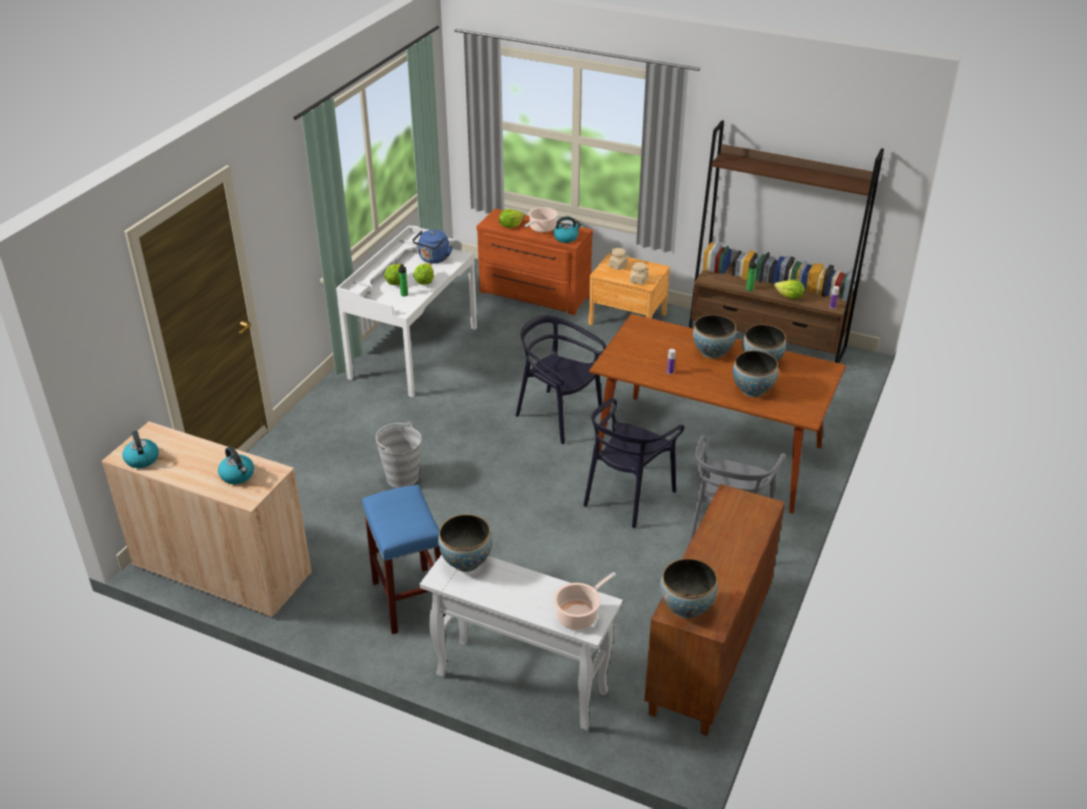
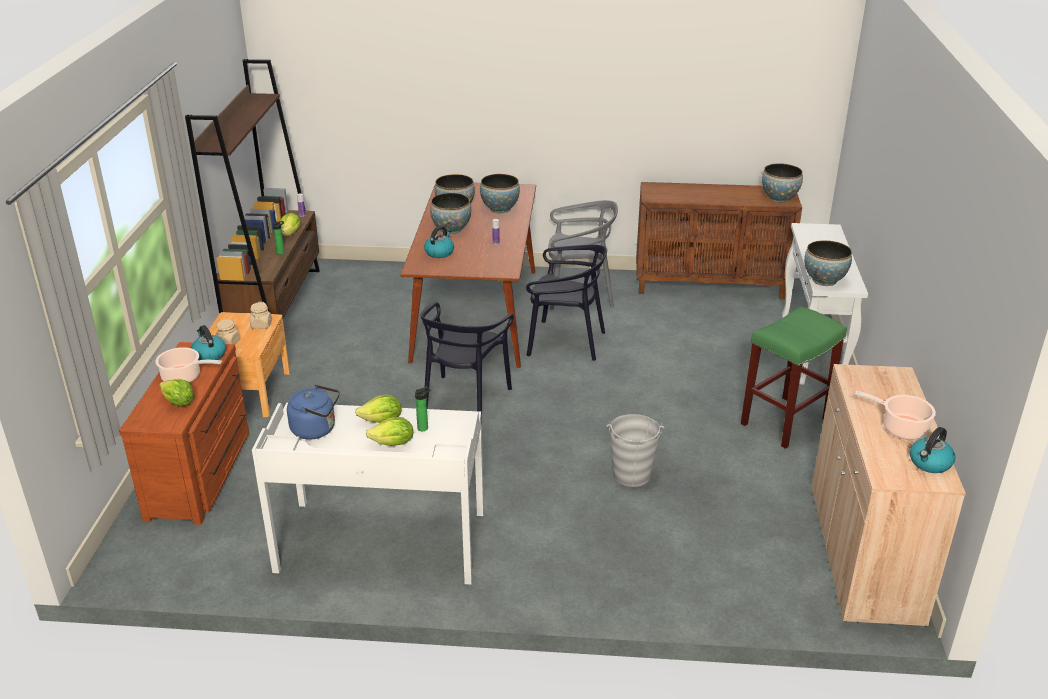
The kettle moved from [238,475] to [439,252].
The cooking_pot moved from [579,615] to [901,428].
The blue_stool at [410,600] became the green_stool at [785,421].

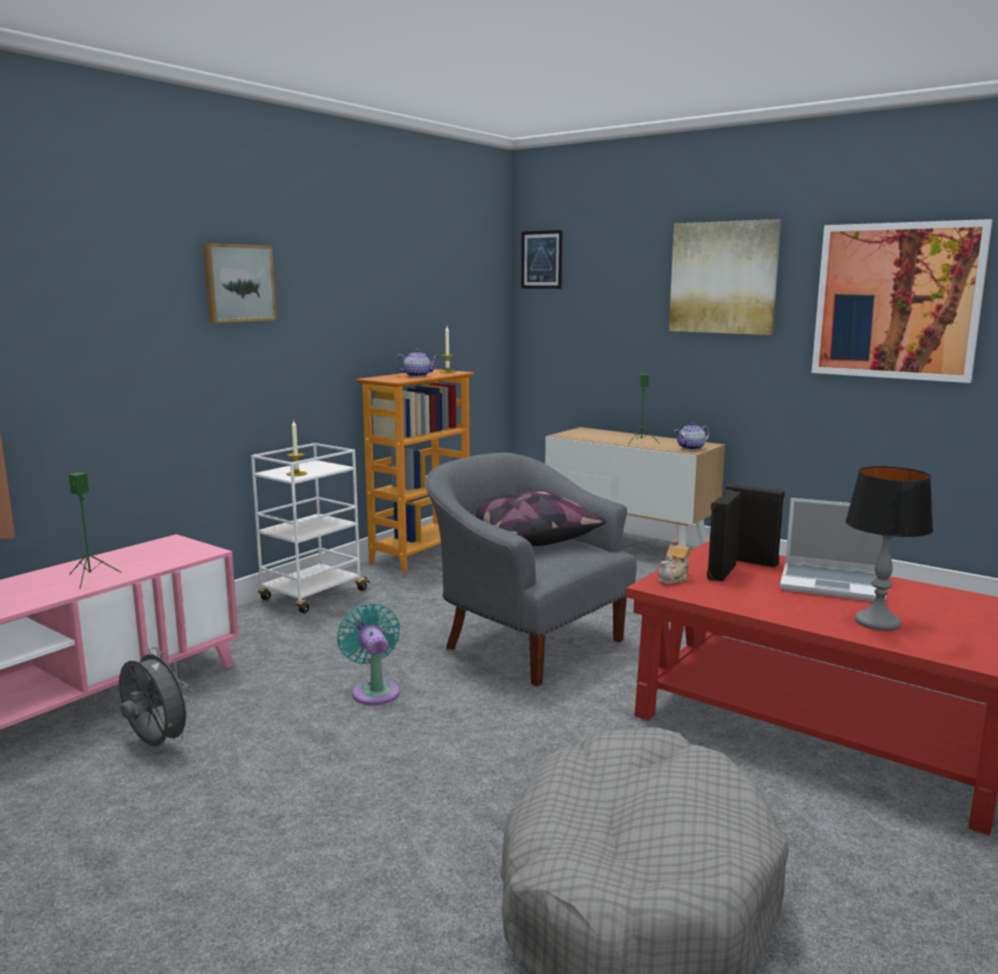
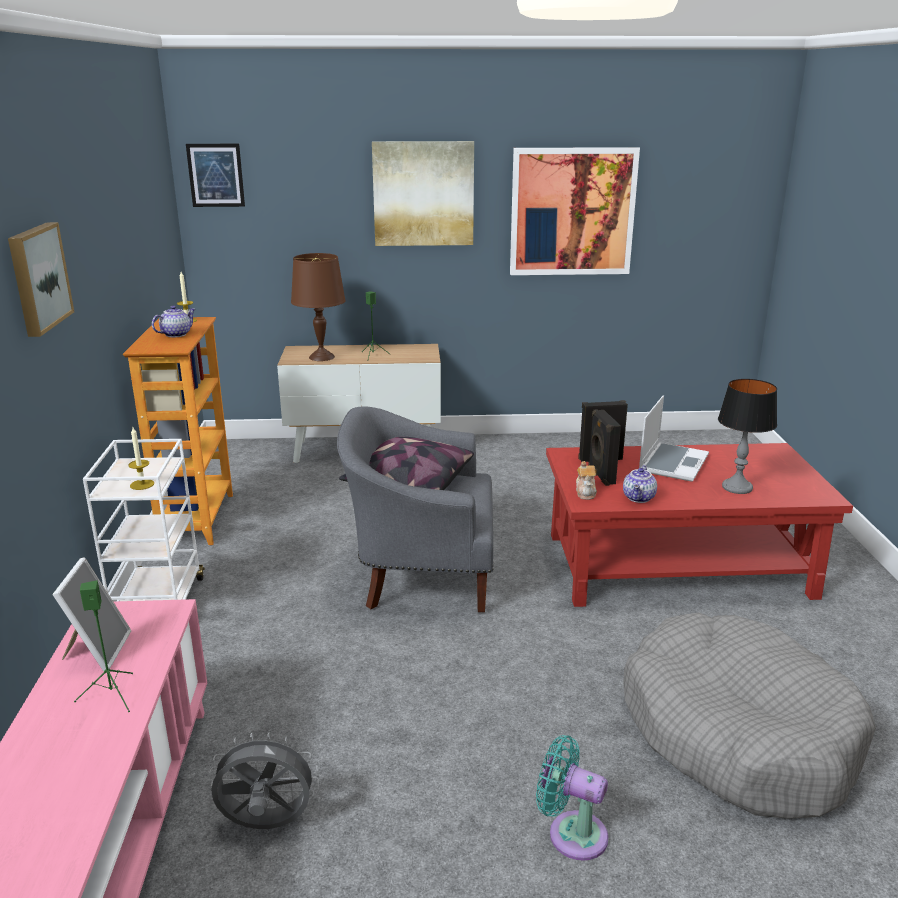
The picture_frame at [97,651] appeared.
The brown_table_lamp at [321,357] appeared.
The turquoise_fan moved from [374,691] to [572,833].
The teapot moved from [691,448] to [639,498].
The laptop at [833,584] turned 45 degrees counterclockwise.

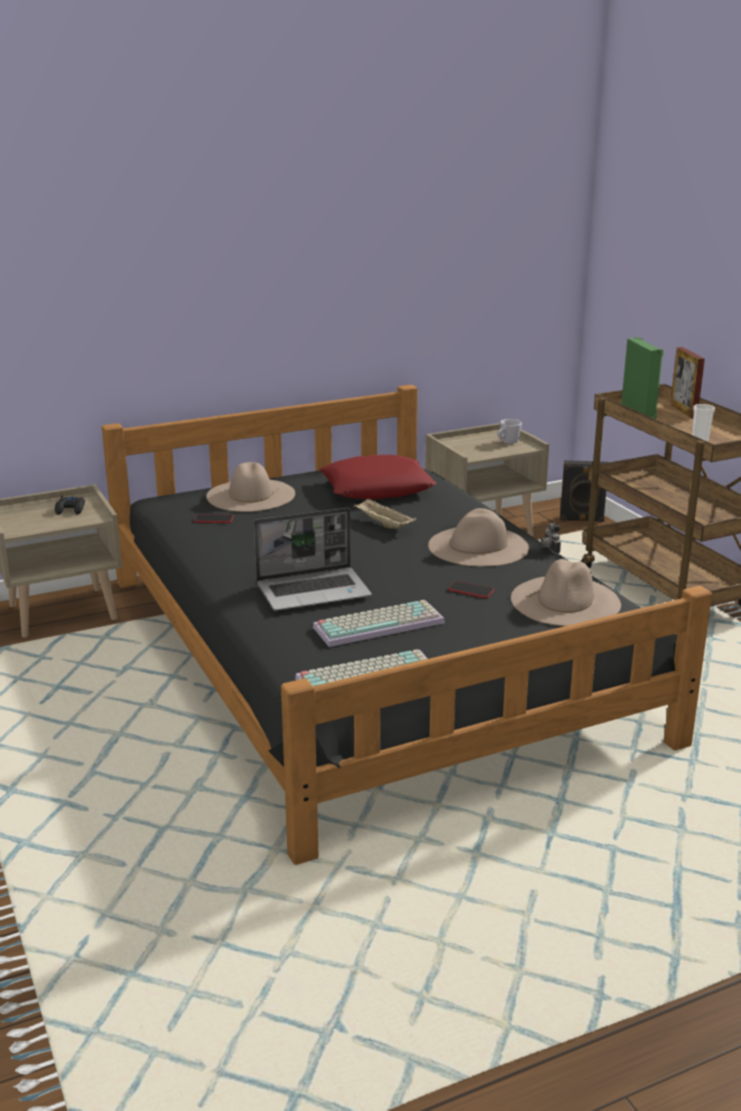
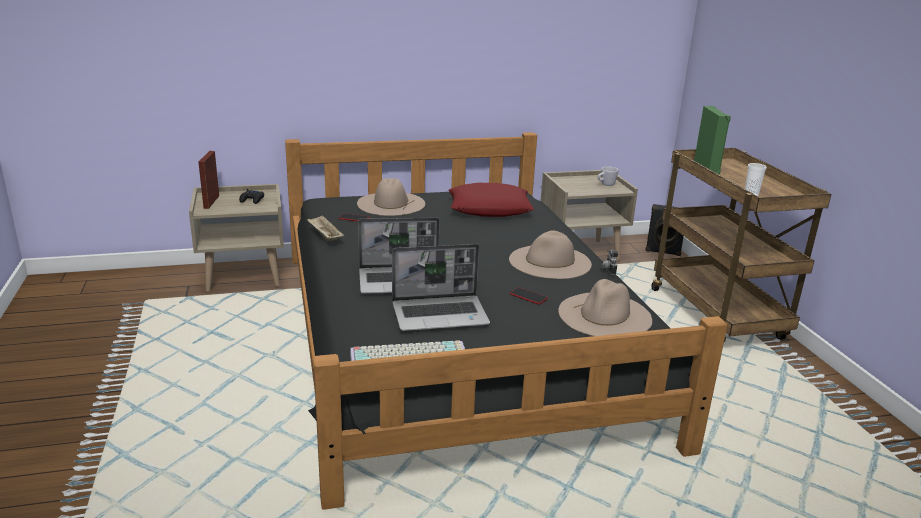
The beige_tray moved from [383,524] to [325,236].
The picture_frame moved from [683,411] to [211,202].
The keyboard at [379,623] was replaced by the laptop at [441,314].

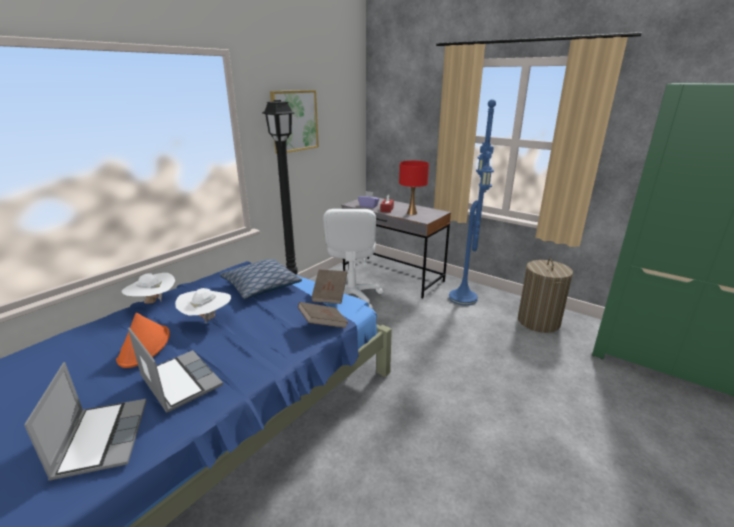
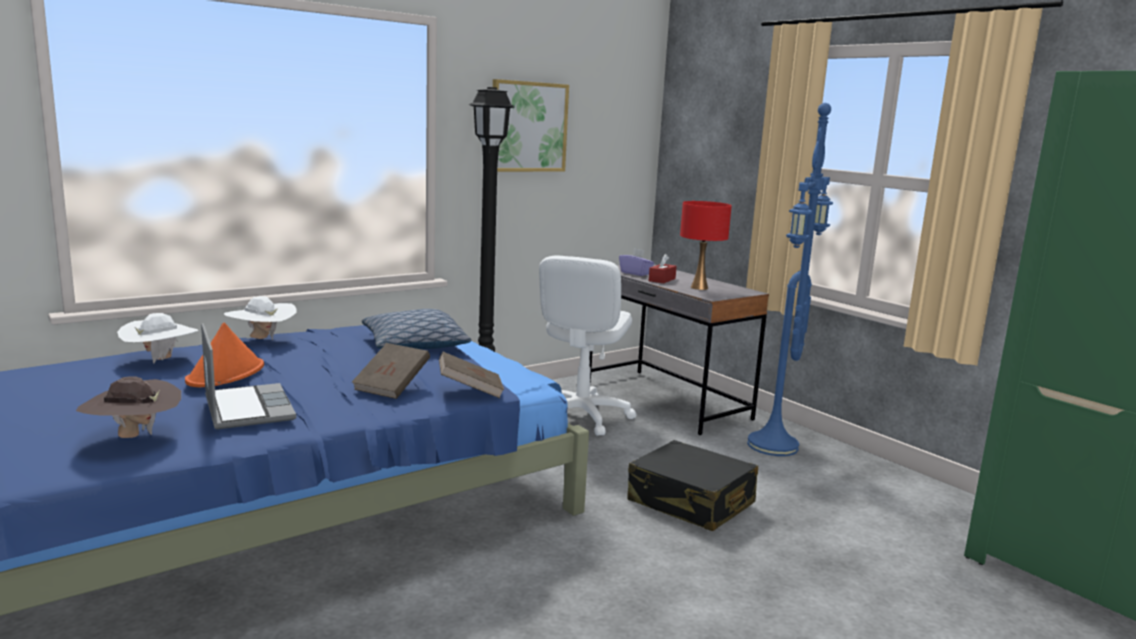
The laundry_basket at [538,321] disappeared.
The black_suitcase at [691,502] appeared.
The white_hat moved from [207,319] to [160,360].
The brown_book moved from [330,295] to [392,386].
The laptop at [101,438] was replaced by the brown_hat at [133,437].

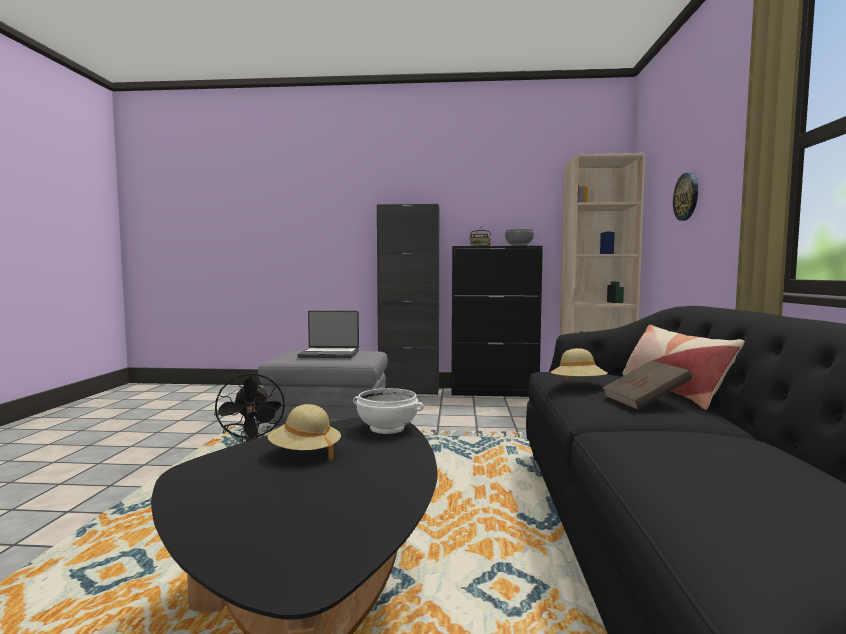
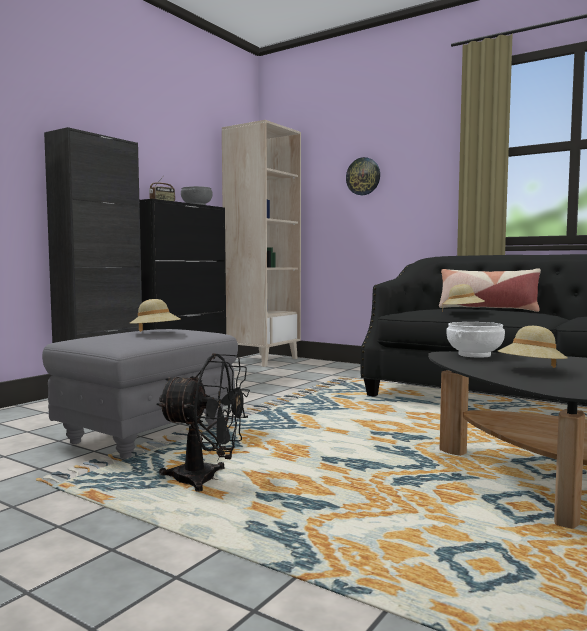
The brown_book at [645,401] disappeared.
The laptop at [329,354] was replaced by the beige_hat at [156,333].

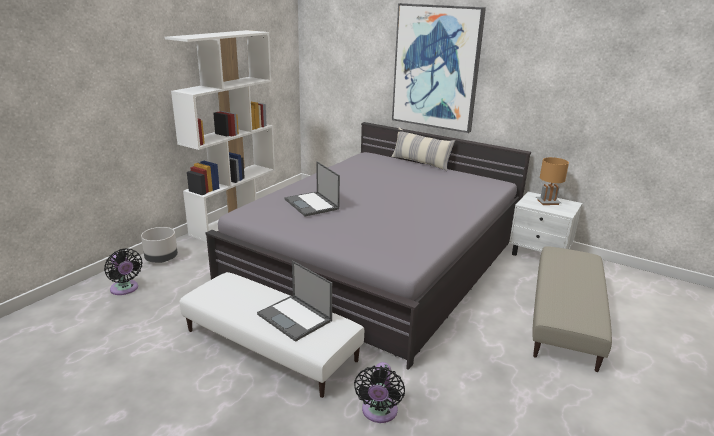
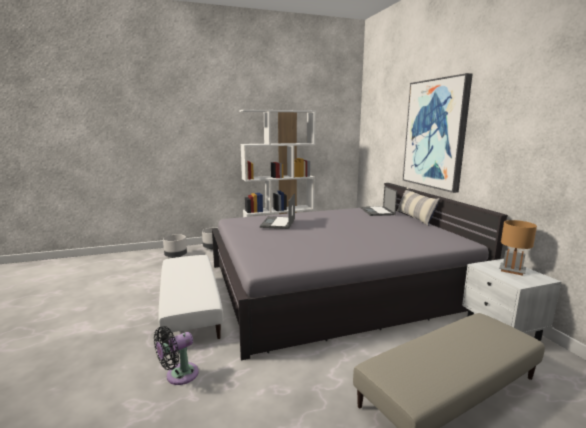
The laptop moved from [295,318] to [377,211].
The black_fan at [125,289] was replaced by the grey_planter at [176,256].

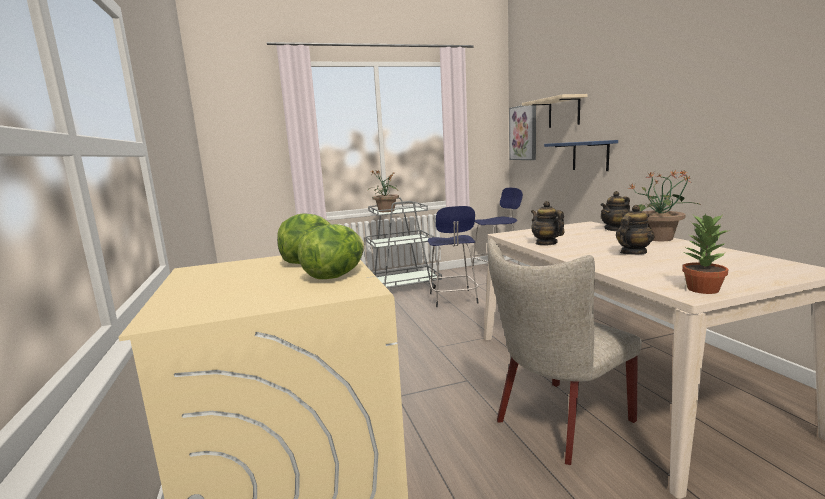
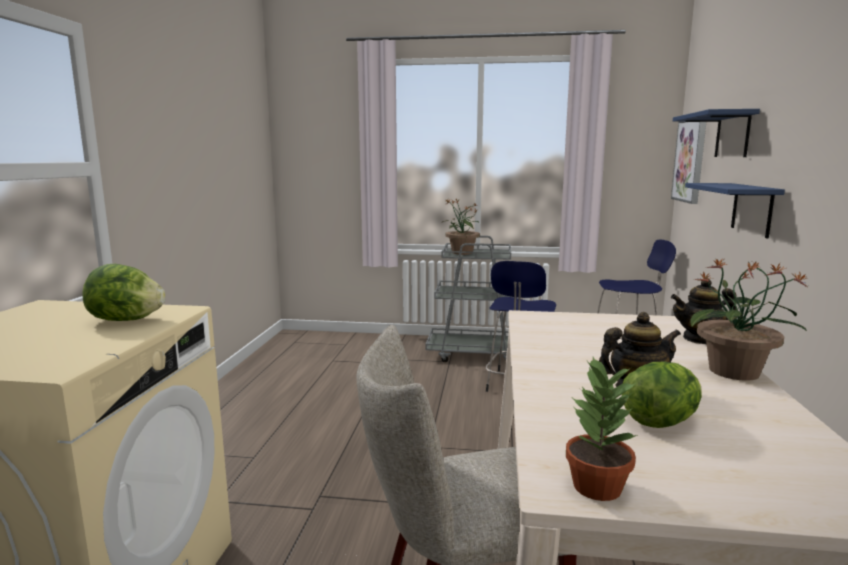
The teapot at [546,243] disappeared.
The lettuce moved from [335,276] to [660,421].
The beige_shelf at [564,112] became the blue_shelf at [732,135].

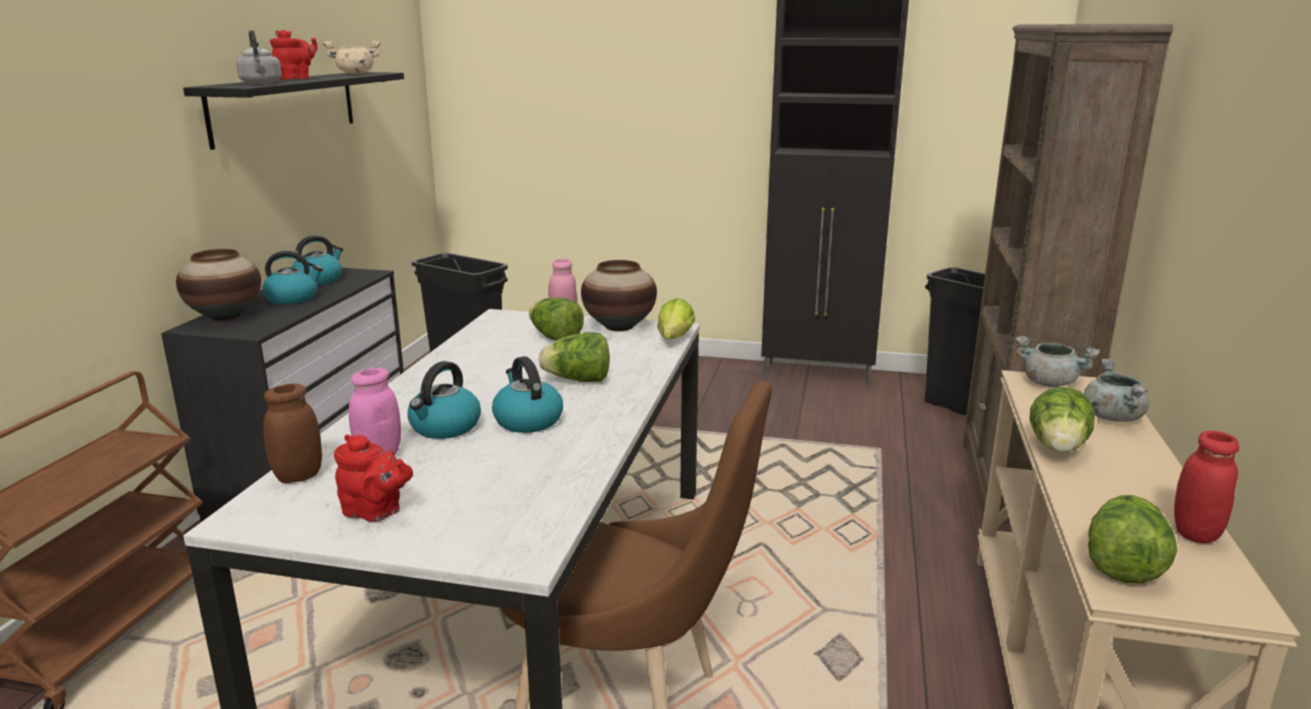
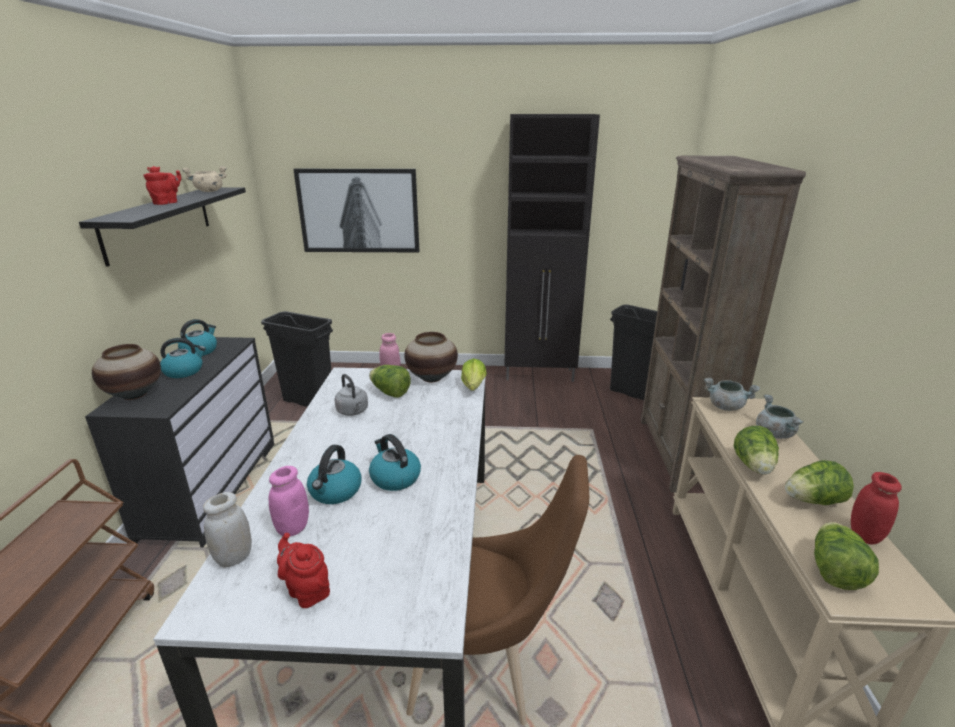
The picture at [359,211] appeared.
The grey_kettle moved from [261,83] to [353,411].
The lettuce moved from [578,380] to [812,501].
The brown_jar at [298,476] became the white_jar at [234,558].
The red_teapot at [376,512] turned 150 degrees counterclockwise.

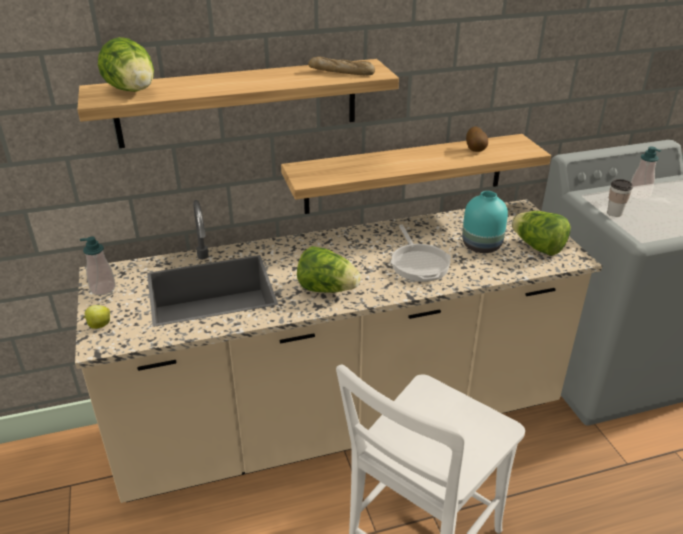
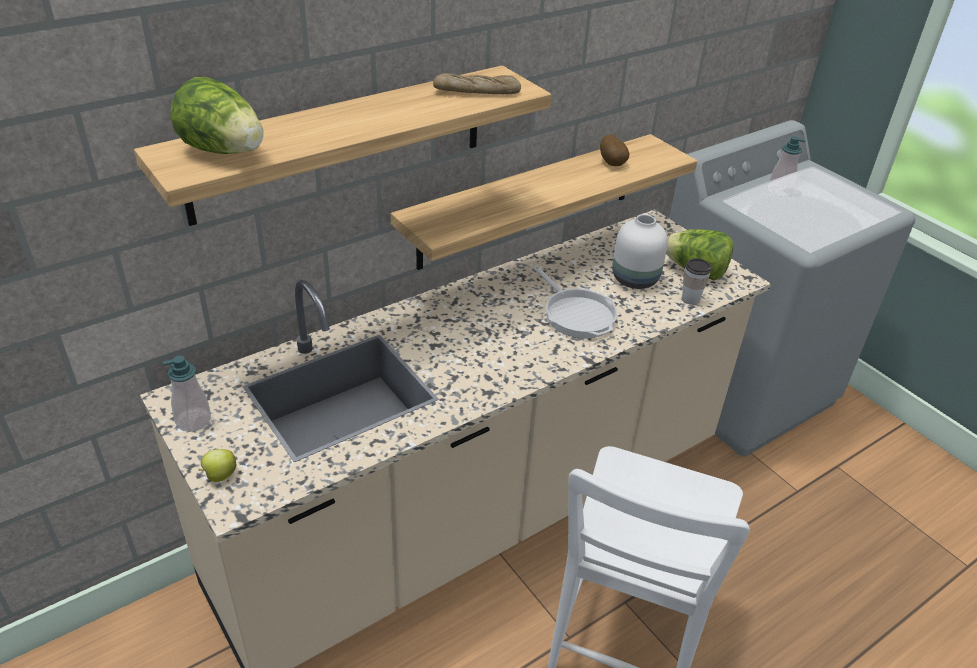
The lettuce at [327,289] disappeared.
The cup moved from [614,213] to [690,299].
The turquoise_vase at [482,246] became the white_vase at [636,279].

